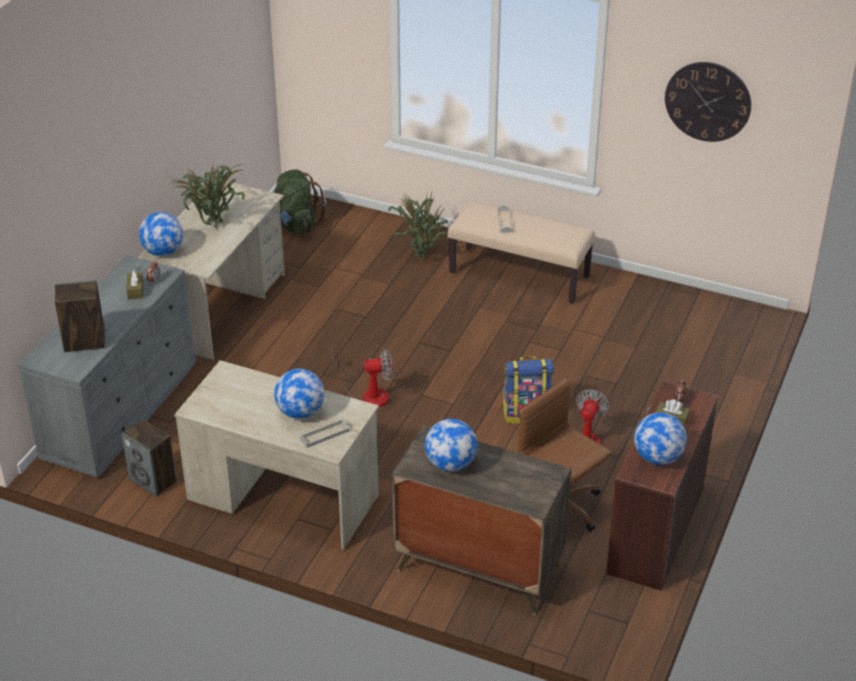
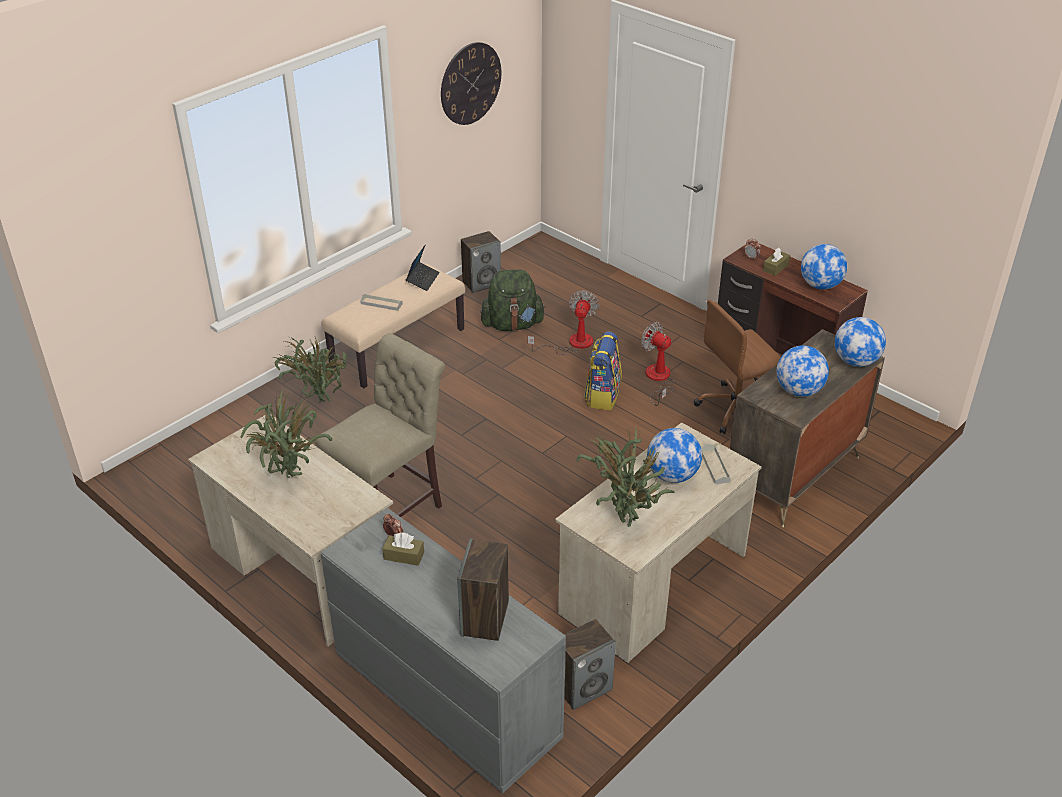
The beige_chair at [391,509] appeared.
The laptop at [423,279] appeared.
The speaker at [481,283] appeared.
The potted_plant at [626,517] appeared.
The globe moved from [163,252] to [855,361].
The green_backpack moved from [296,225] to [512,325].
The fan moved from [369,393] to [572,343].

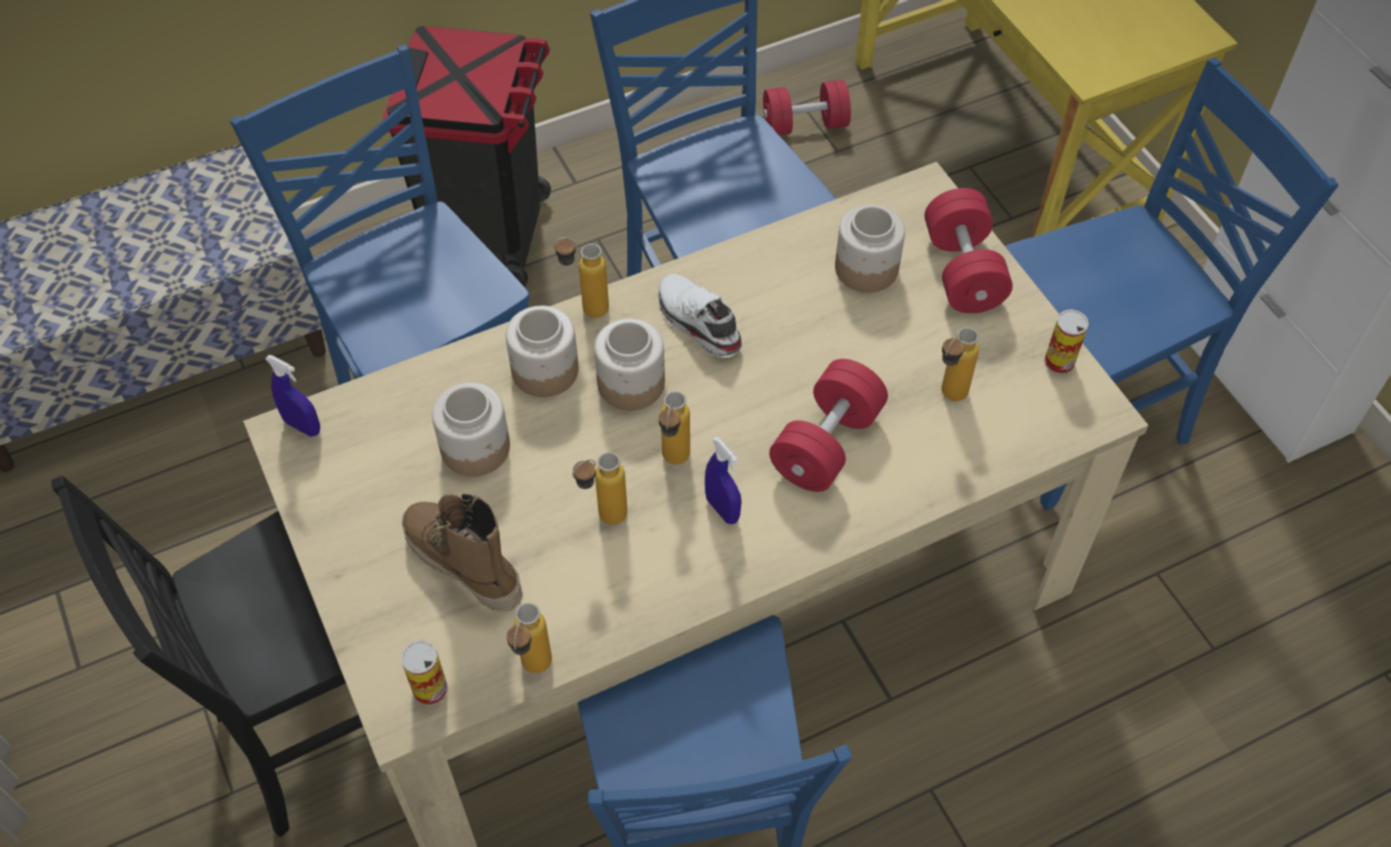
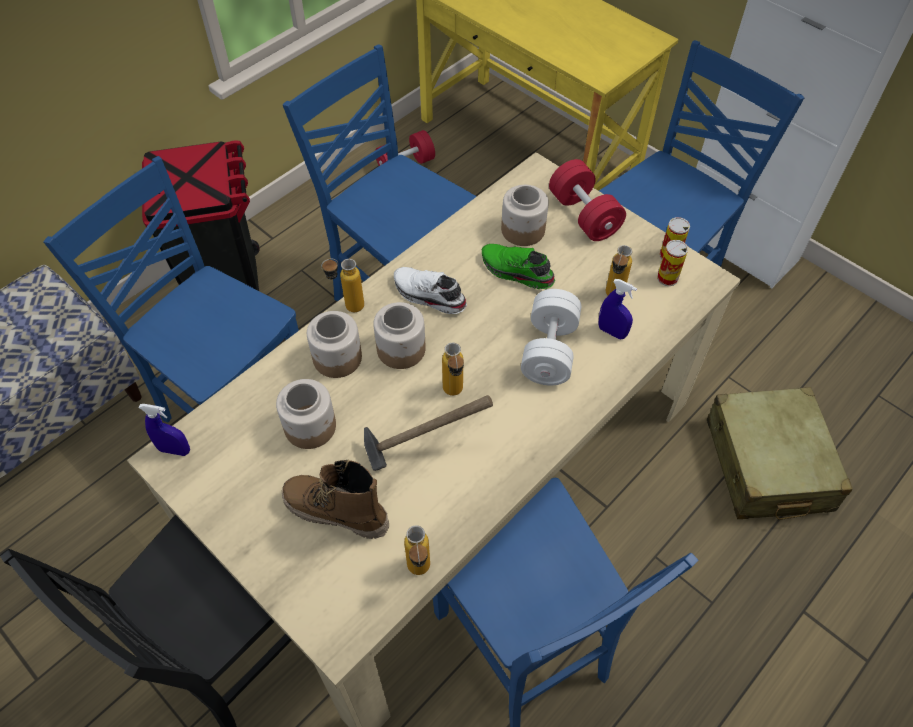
The green_shoe at [516,272] appeared.
The beige_suitcase at [767,465] appeared.
The can moved from [430,689] to [667,278].
The blue_spray_bottle moved from [722,509] to [612,332].
The bottle at [602,519] was replaced by the hammer at [422,448].
The red_dumbbell at [826,444] became the white_dumbbell at [549,351].

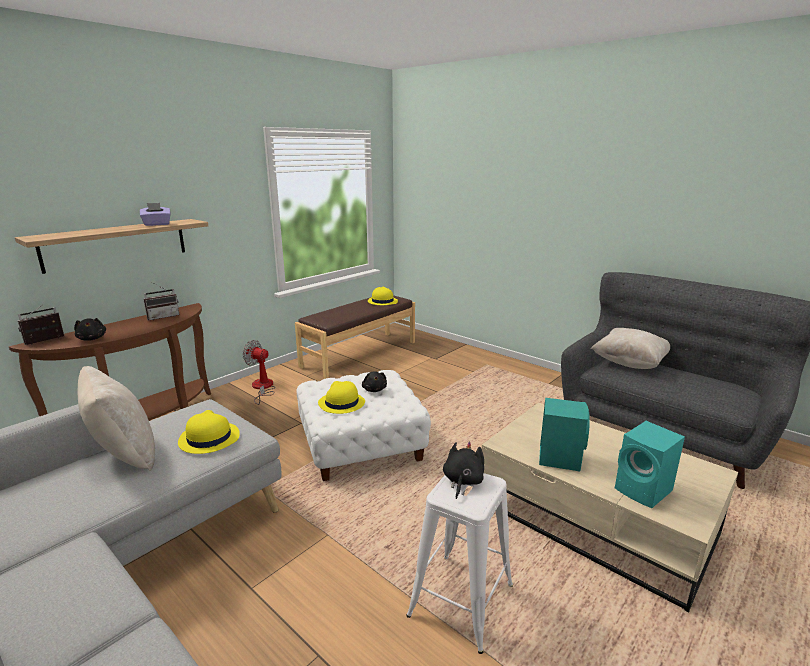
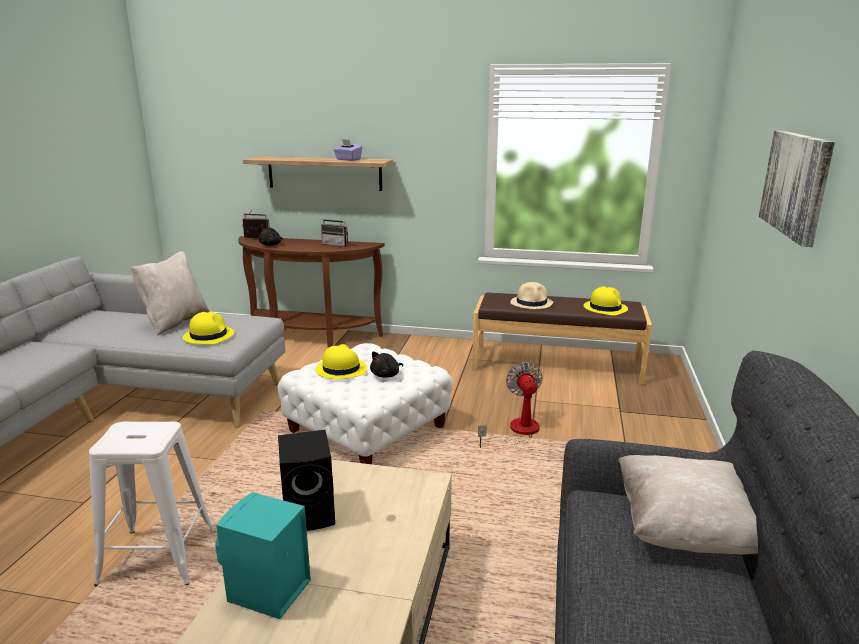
The black_plush_toy at [462,481] disappeared.
The beige_hat at [532,303] appeared.
The picture at [797,184] appeared.
The fan moved from [262,388] to [517,431].
The turquoise_speaker at [560,457] became the black_speaker at [311,513].

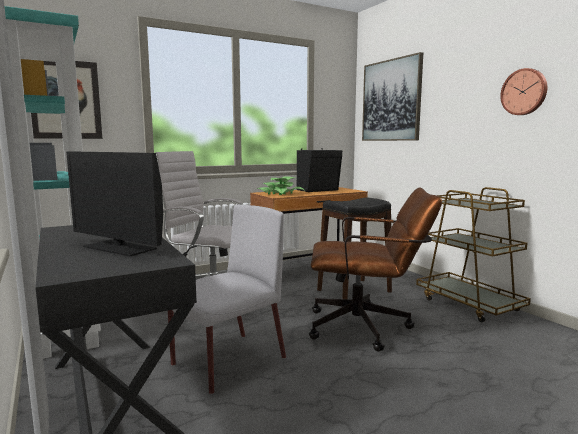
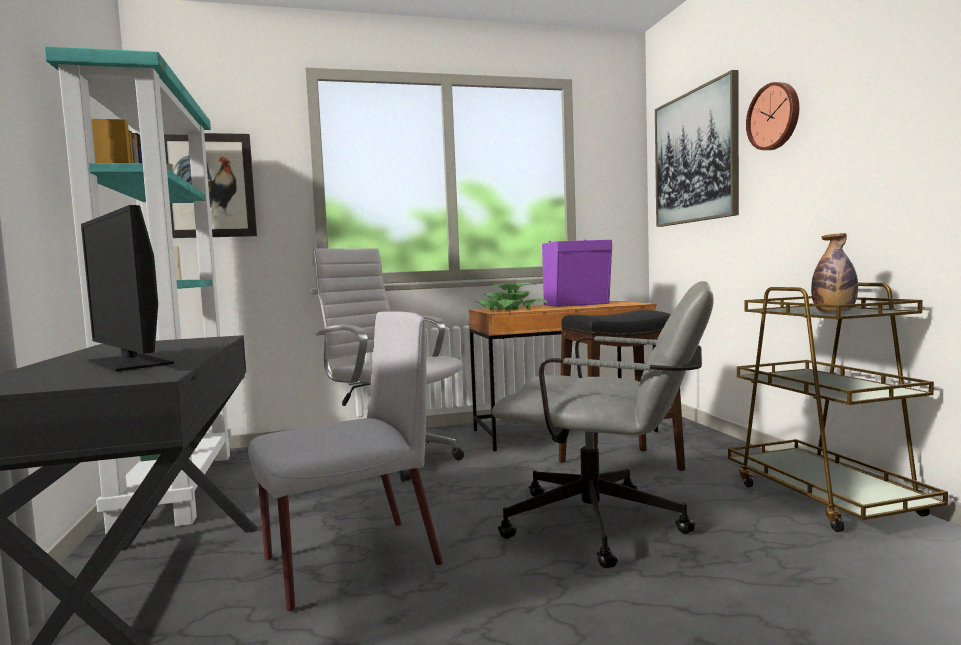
The bottle at [834,313] appeared.
The wall_clock moved from [524,92] to [774,116].
The black_speaker at [319,190] became the purple_speaker at [578,304].
The brown_office_chair at [367,327] became the grey_office_chair at [610,526].

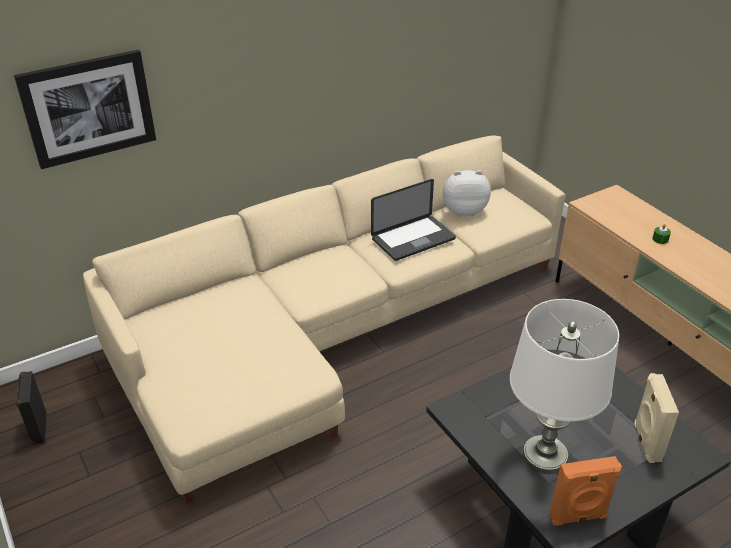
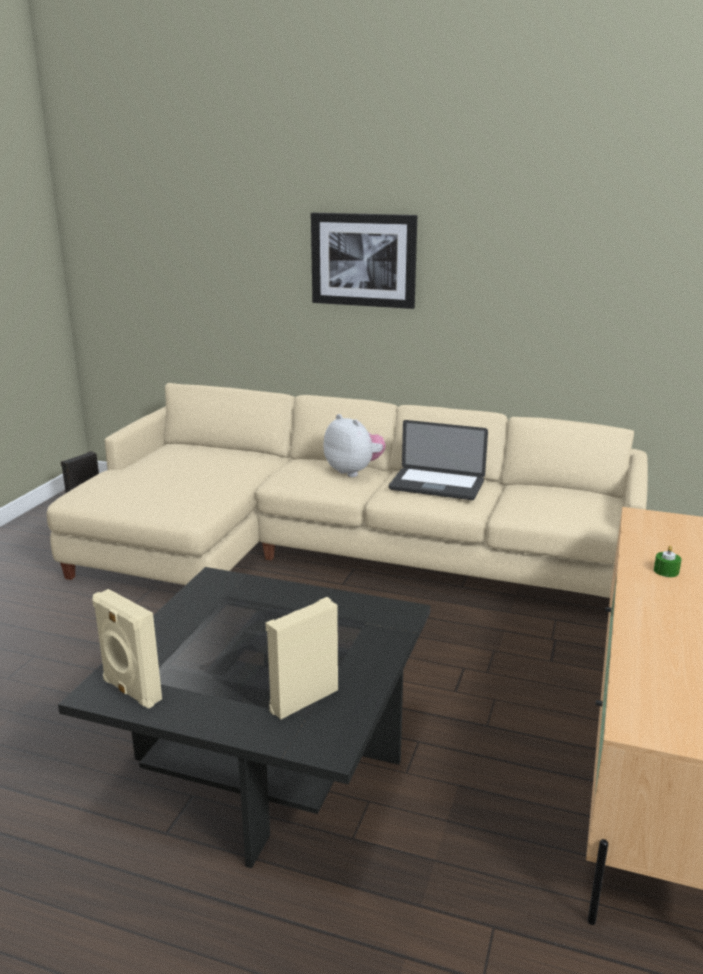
The white_table_lamp at [544,456] disappeared.
The picture moved from [88,108] to [363,260].
The plush_toy moved from [463,210] to [354,471].
The orange_speaker at [578,517] became the beige_speaker at [130,691].

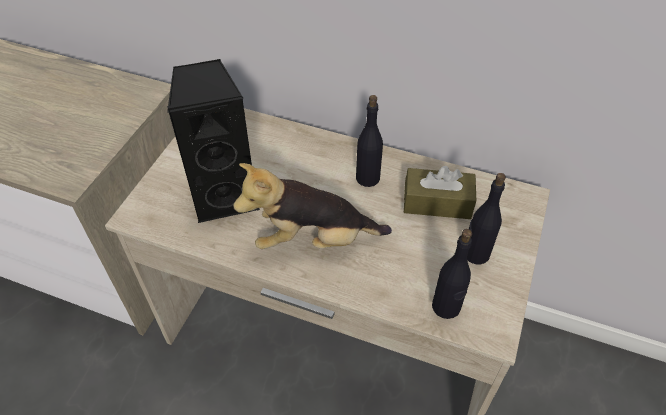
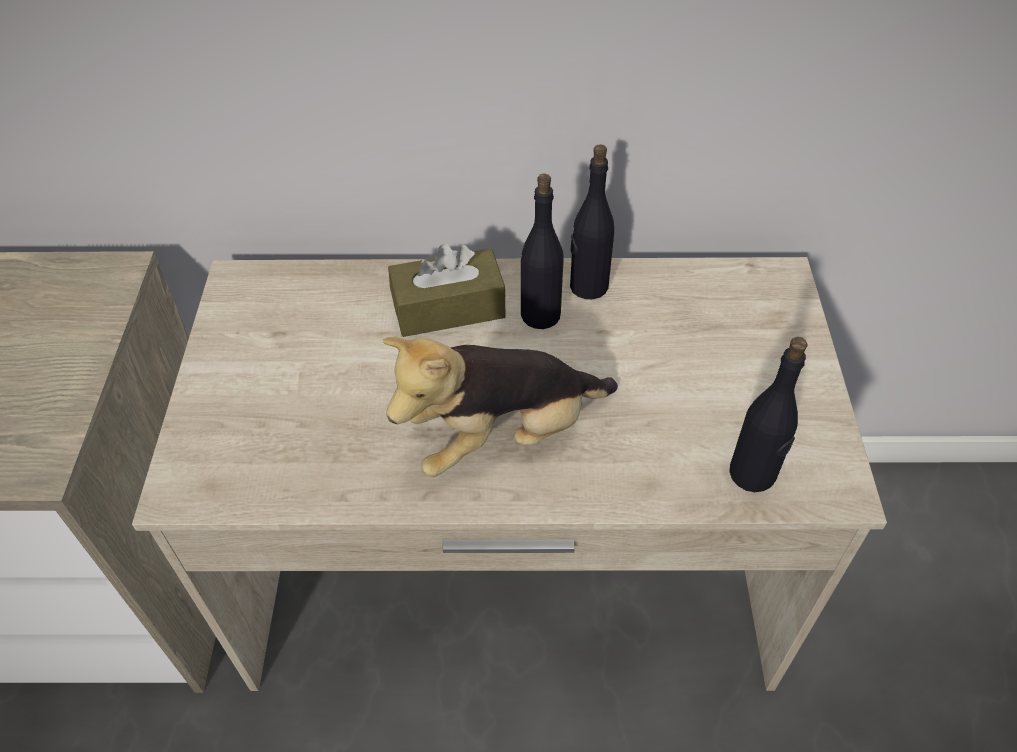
The black_speaker at [226,196] disappeared.
The brown_tissue_box moved from [437,203] to [448,308].
The black_bottle moved from [475,253] to [588,286].

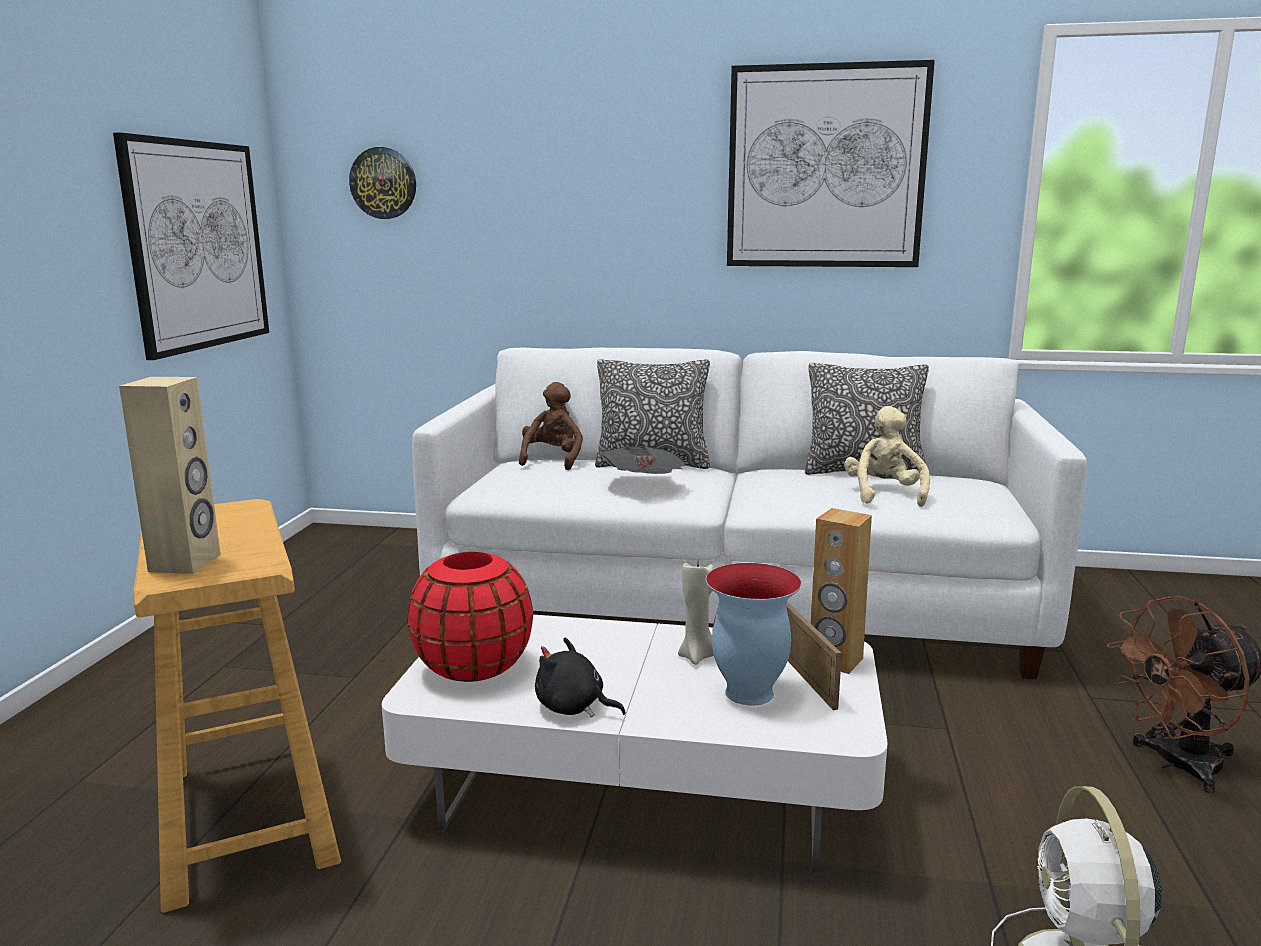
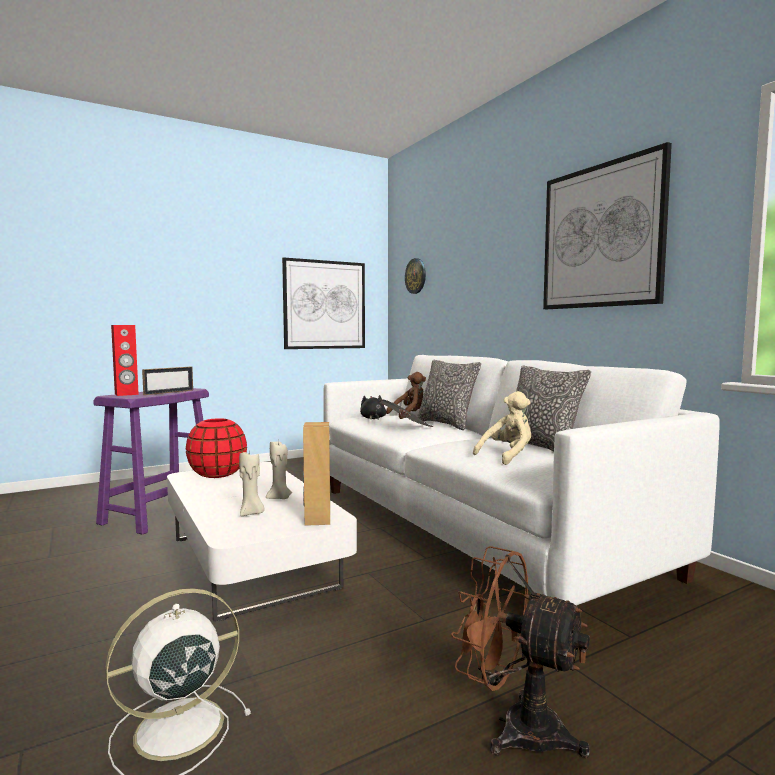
The black_plush_toy moved from [573,707] to [373,418].
The picture_frame moved from [806,678] to [169,392].
The vase at [749,694] was replaced by the beige_candle at [251,513].
The beige_speaker at [186,563] became the red_speaker at [126,394].
The beige_stool at [246,815] became the purple_stool at [160,513].

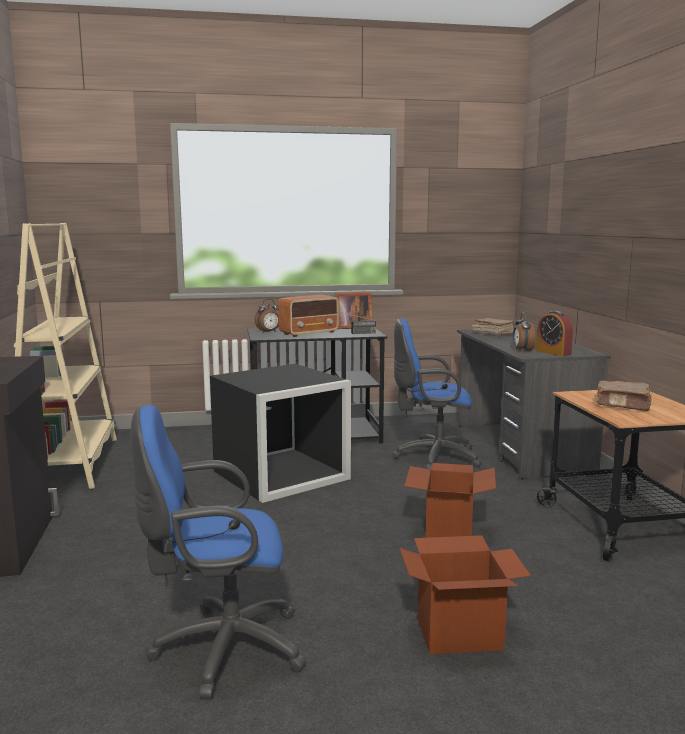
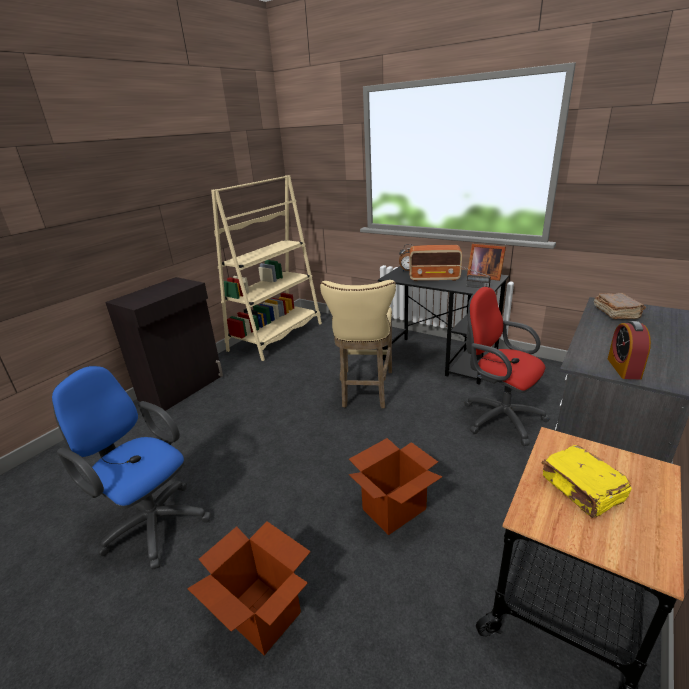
The alarm_clock at [522,350] disappeared.
The black_storage_box at [280,476] was replaced by the beige_stool at [365,390].
The blue_office_chair at [432,458] became the red_office_chair at [498,417].
The brown_book at [623,405] became the yellow_book at [582,490].

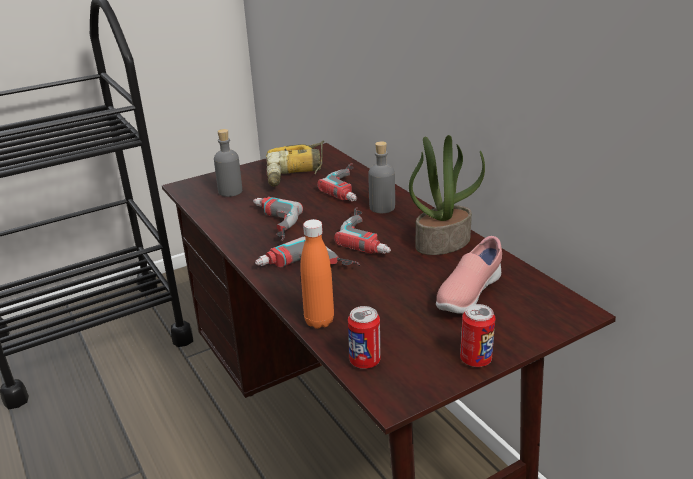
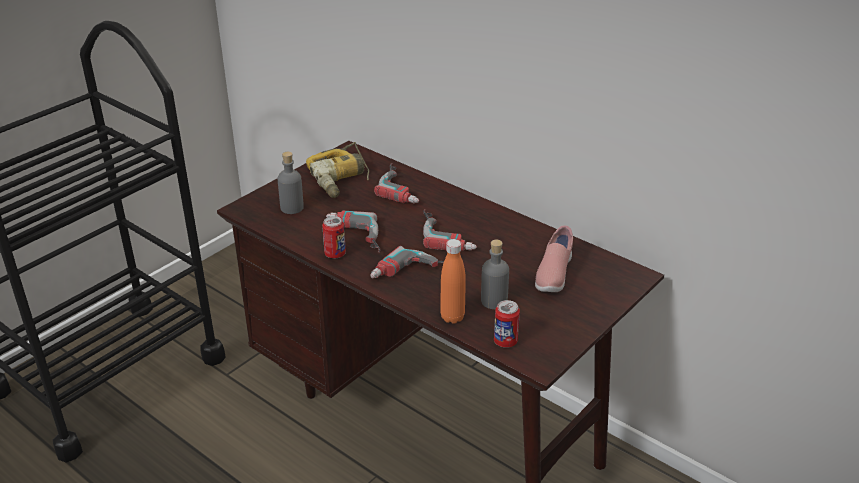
The potted_plant at [443,242] disappeared.
The grey_bottle moved from [382,207] to [494,301].
The can moved from [475,359] to [335,254].

